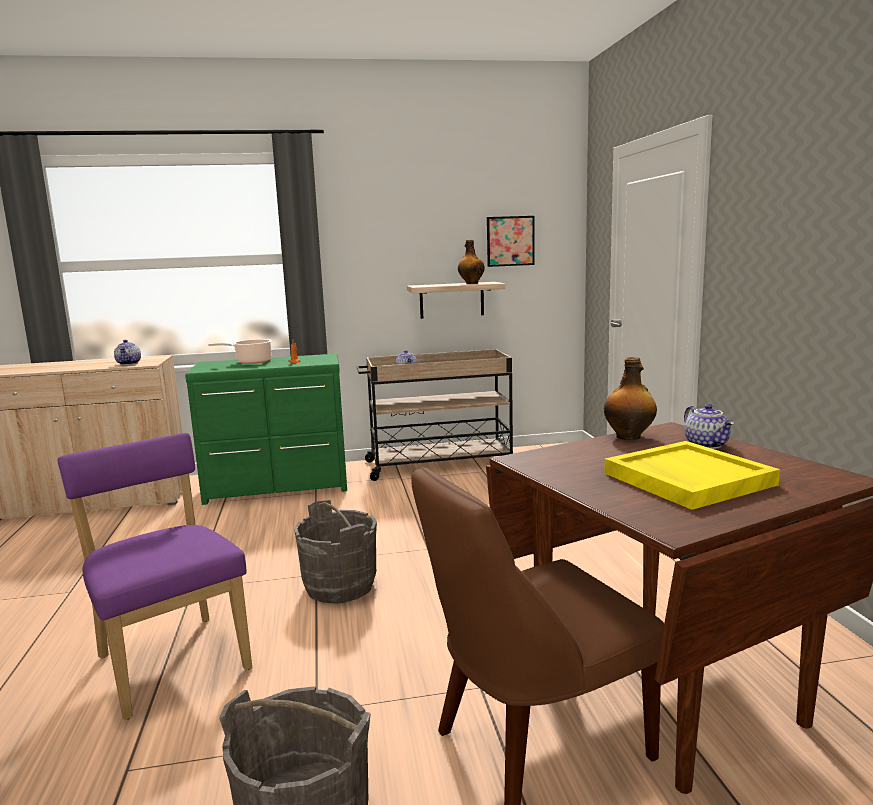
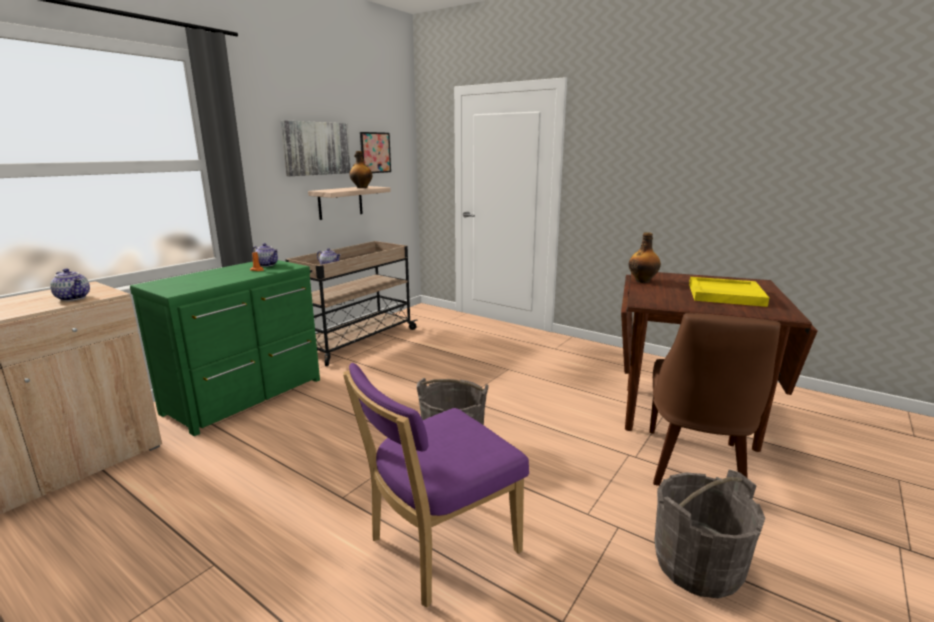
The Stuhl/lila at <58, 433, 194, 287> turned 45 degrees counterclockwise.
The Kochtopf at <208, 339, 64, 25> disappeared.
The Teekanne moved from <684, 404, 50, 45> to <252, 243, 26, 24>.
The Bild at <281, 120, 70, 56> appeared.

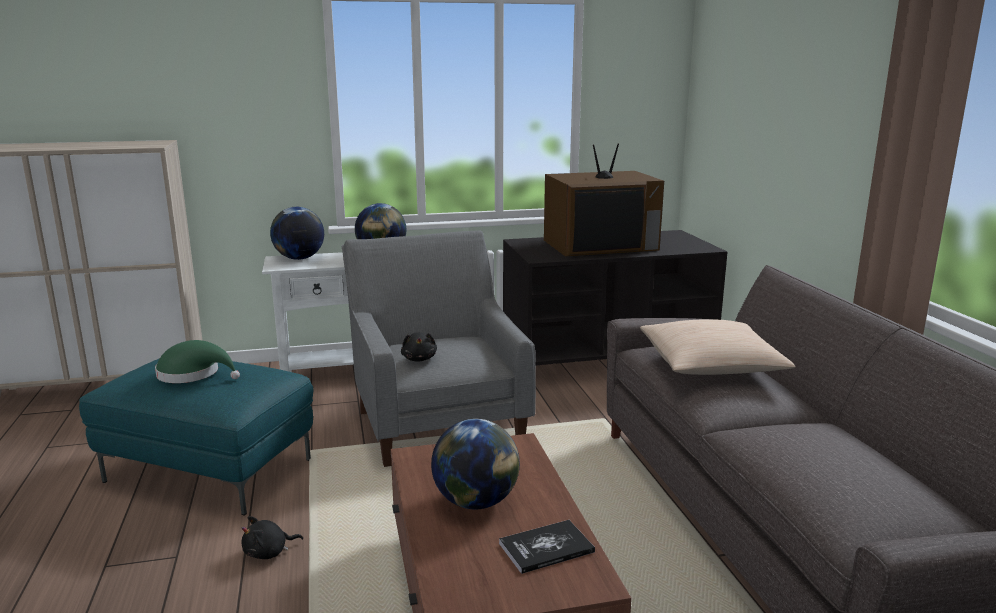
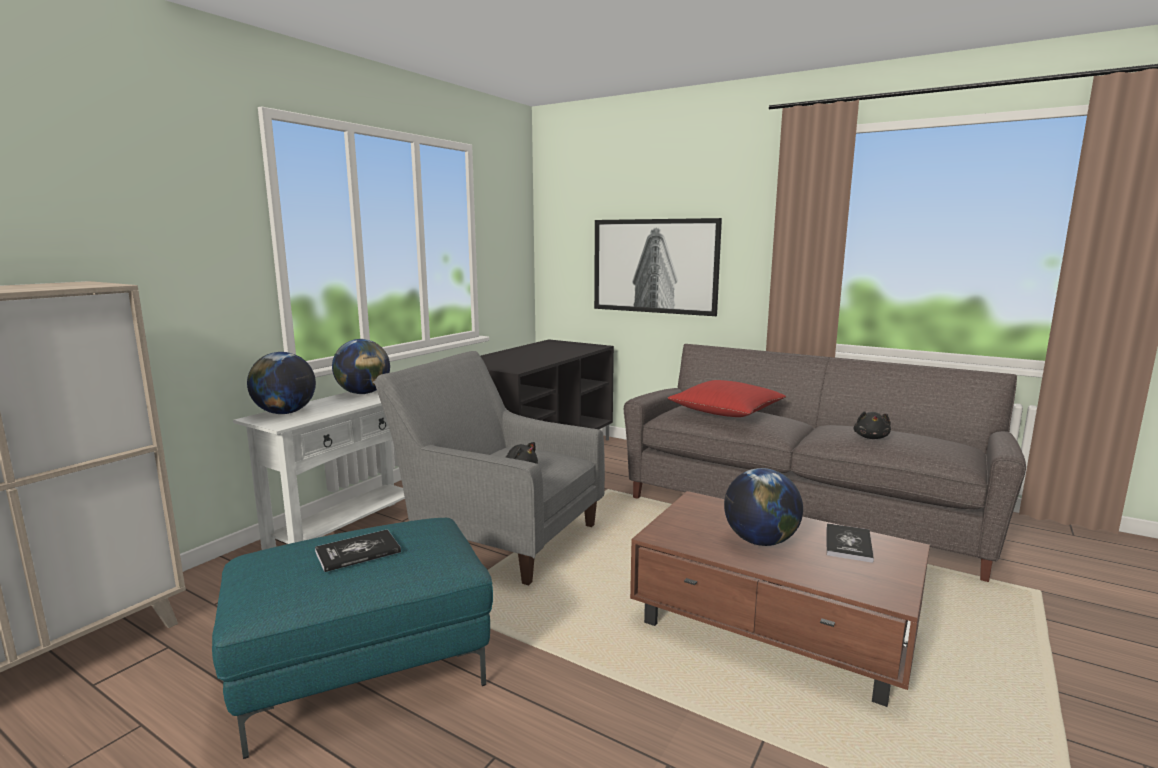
The Hut/grün at <155, 340, 85, 43> was replaced by the Buch at <315, 529, 86, 43>.
The Plüschtier/schwarz moved from <241, 516, 62, 43> to <854, 411, 37, 28>.
The Fernseher at <544, 144, 120, 112> disappeared.
The Kissen/beige at <640, 319, 155, 56> became the Kissen/rot at <668, 380, 118, 37>.
The Bild at <594, 218, 128, 98> appeared.

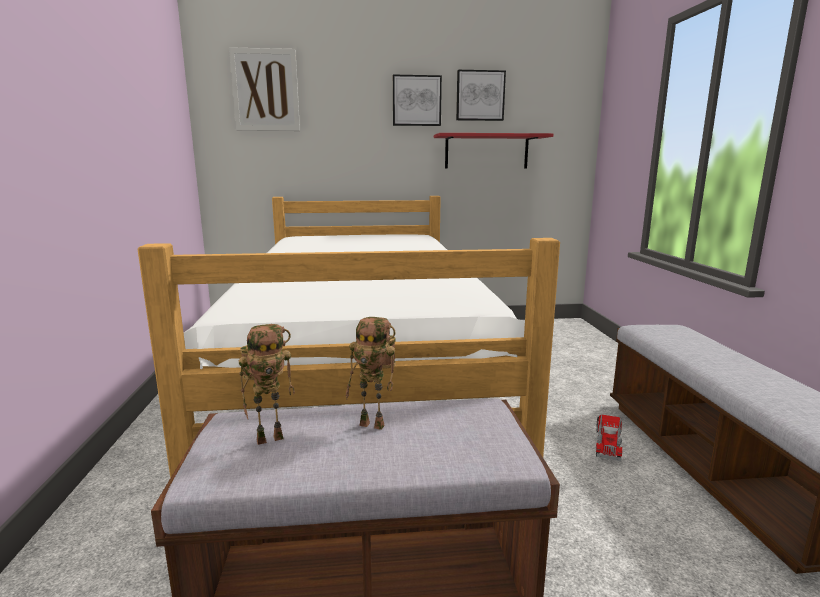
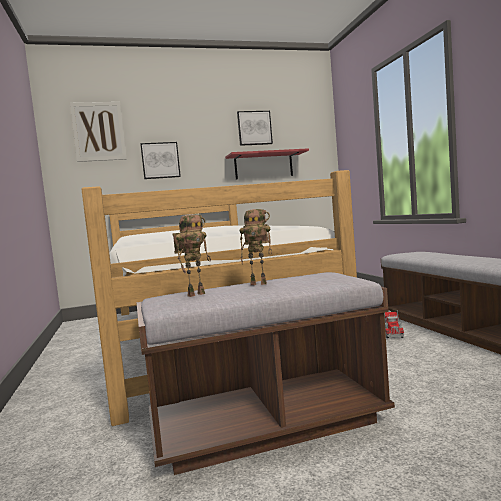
The Bild moved from <393, 75, 49, 51> to <140, 142, 41, 37>.

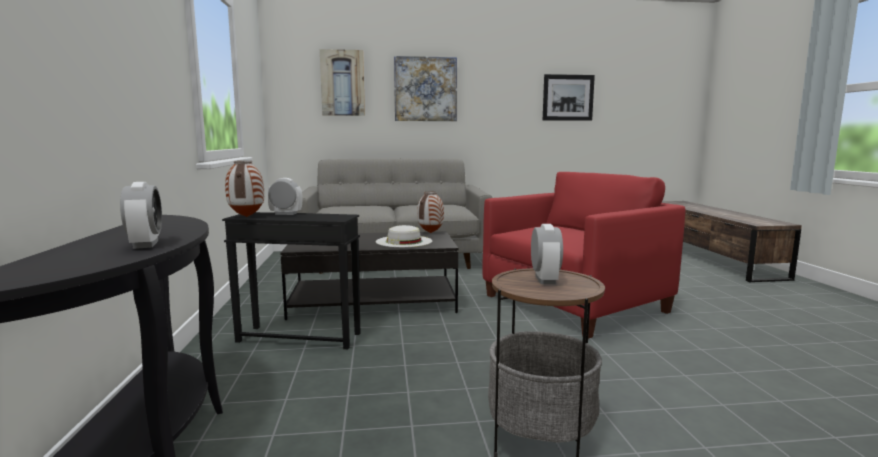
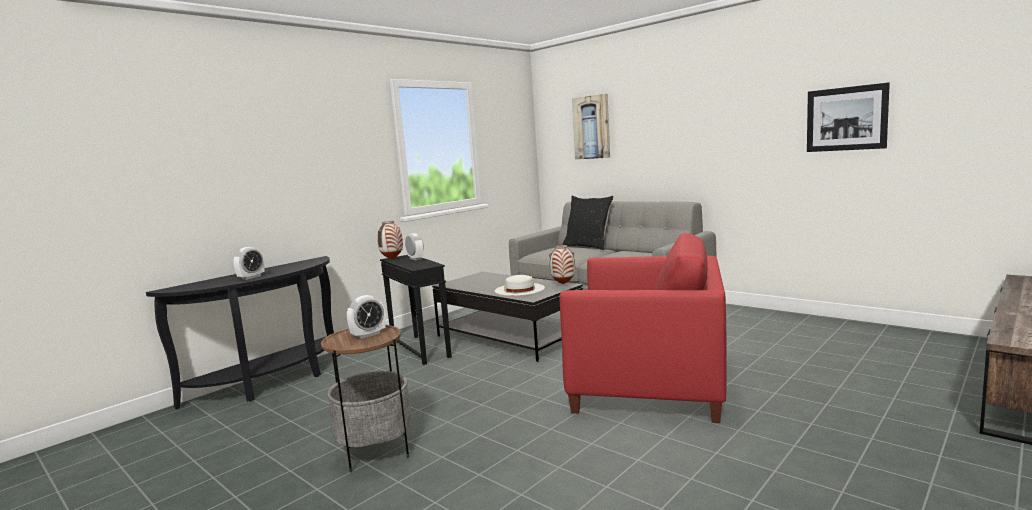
The Bild at <394, 56, 63, 65> disappeared.
The Kissen/schwarz at <563, 196, 51, 54> appeared.

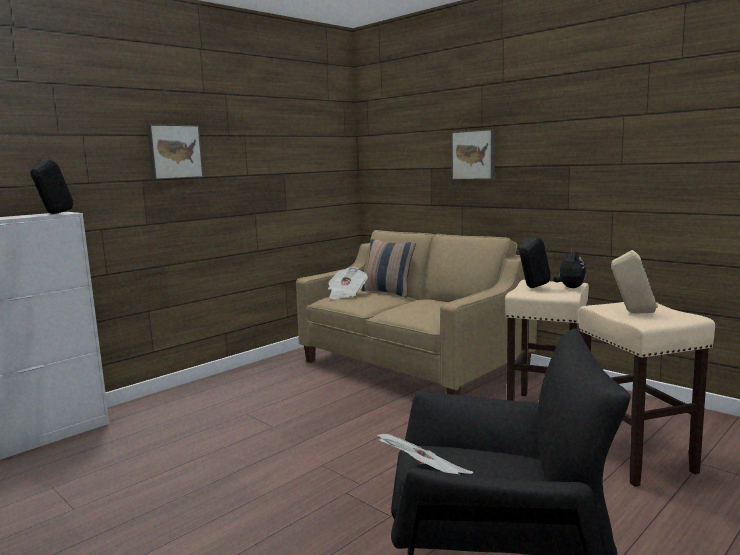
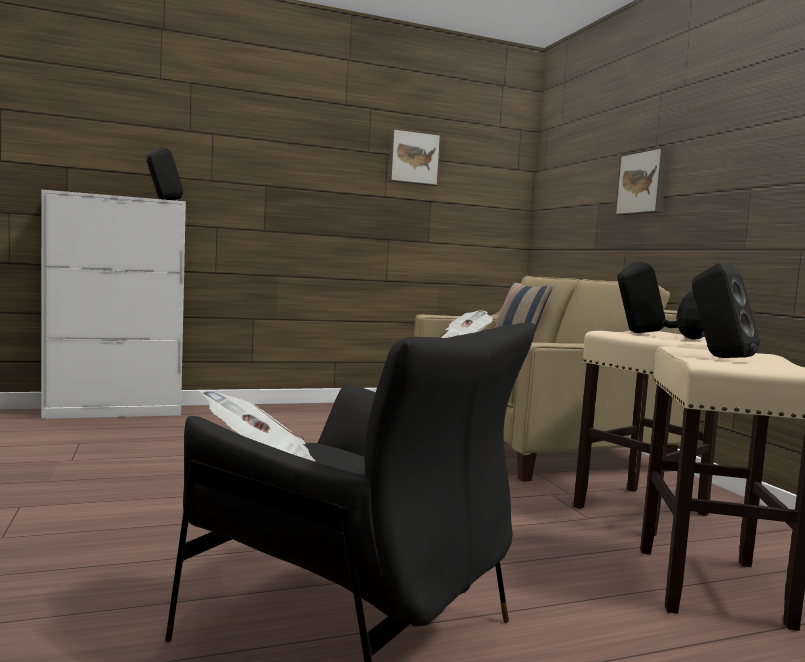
The Bild moved from <147, 124, 56, 55> to <389, 128, 52, 58>.
The Lautsprecher/beige at <611, 250, 47, 63> became the Lautsprecher/schwarz at <692, 263, 68, 95>.

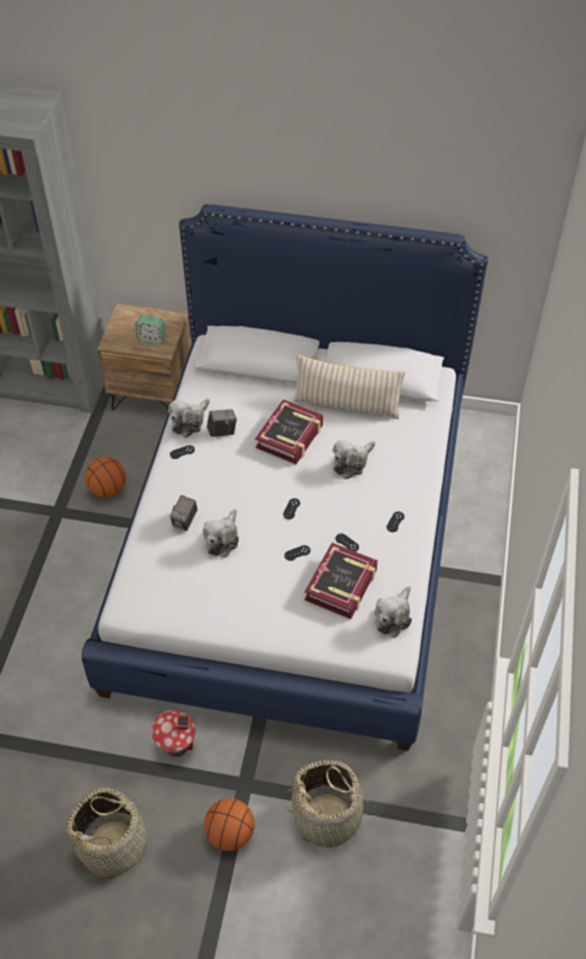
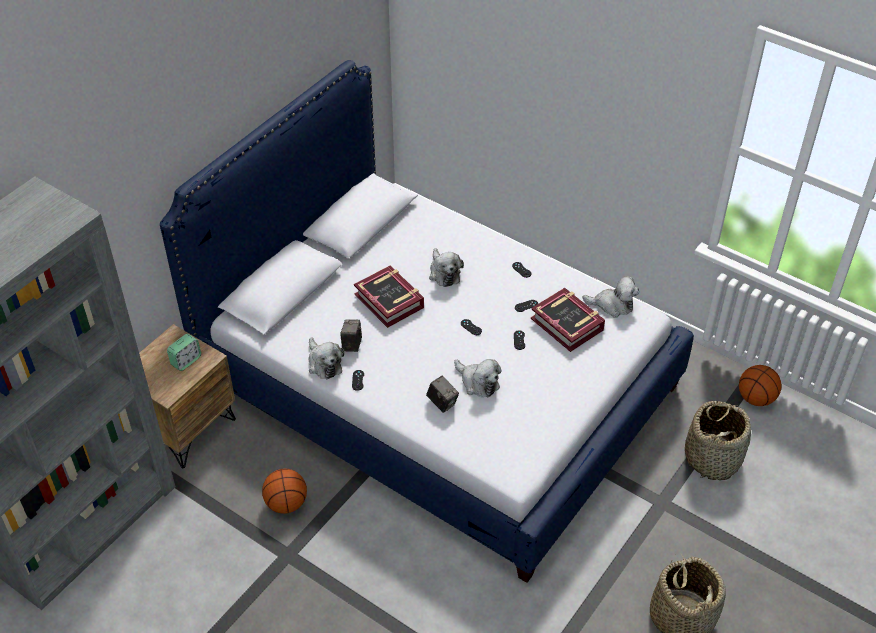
The Spielzeughaus at <151, 710, 45, 47> disappeared.
The Basketball moved from <204, 798, 51, 53> to <739, 365, 43, 41>.
The Kissen/beige at <293, 355, 112, 64> disappeared.
The Plüschtier at <374, 586, 38, 52> turned 45 degrees counterclockwise.

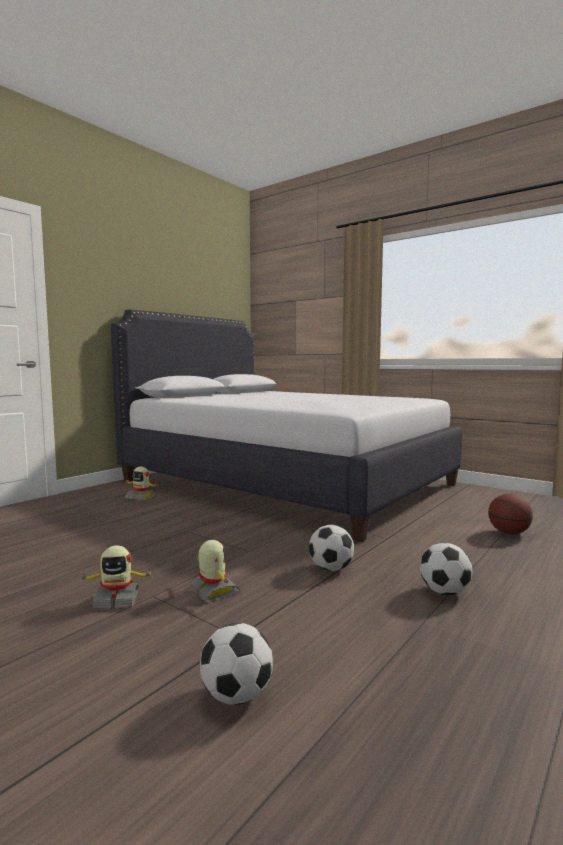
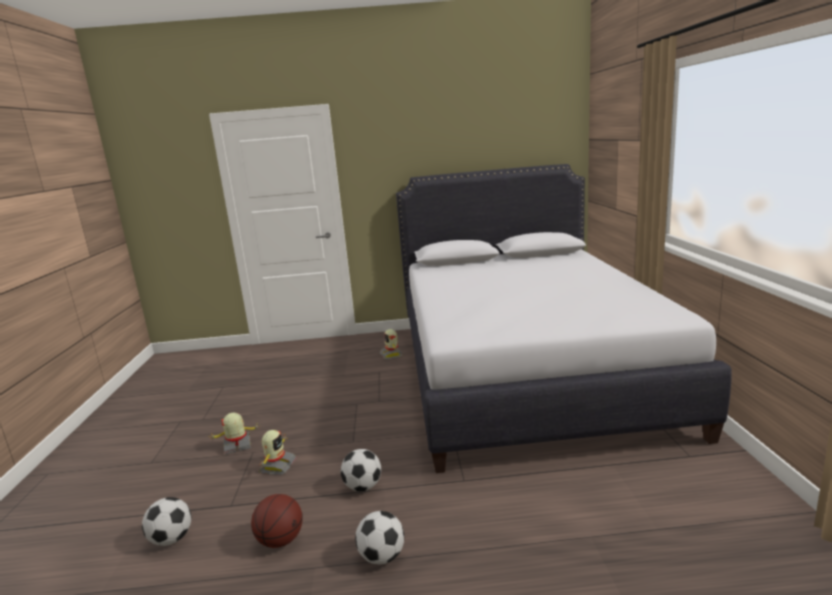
The Spielzeugroboter at <78, 546, 76, 63> turned 120 degrees clockwise.
The Basketball moved from <488, 494, 45, 41> to <251, 494, 52, 54>.

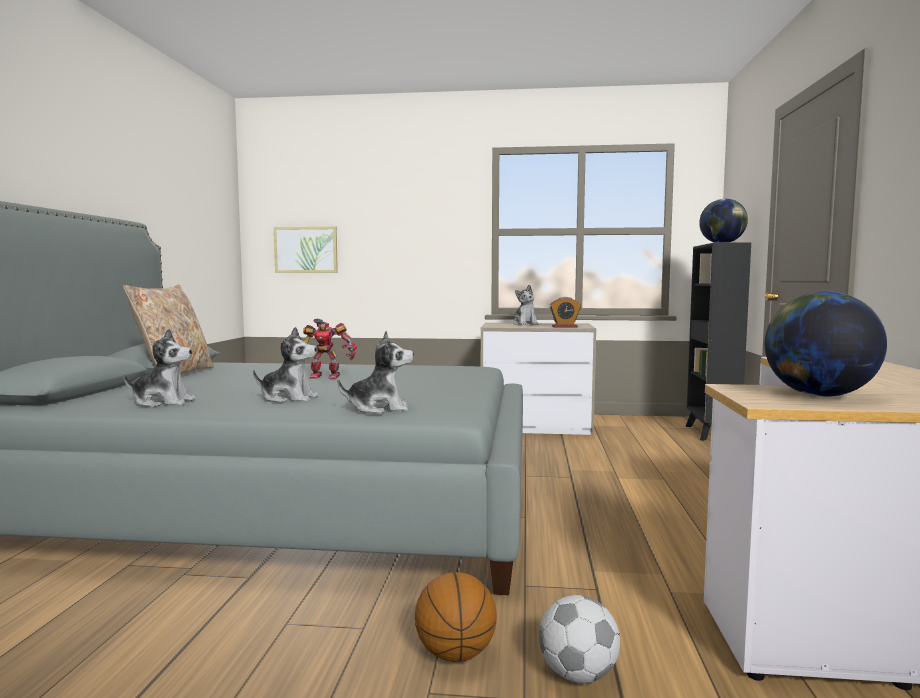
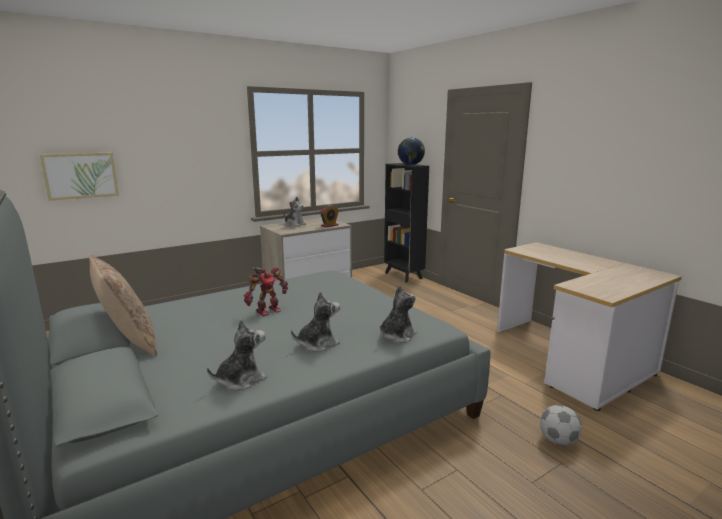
The Basketball at <415, 572, 82, 90> disappeared.
The Globus at <765, 291, 122, 106> disappeared.

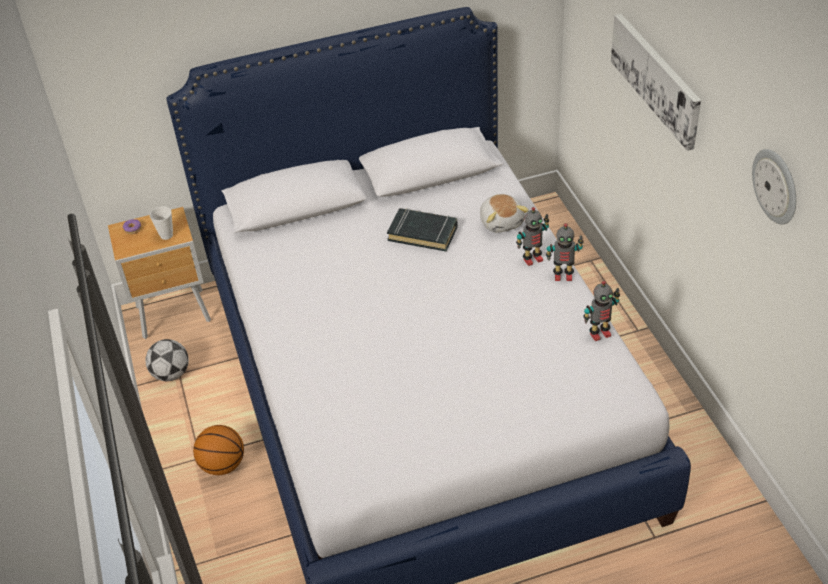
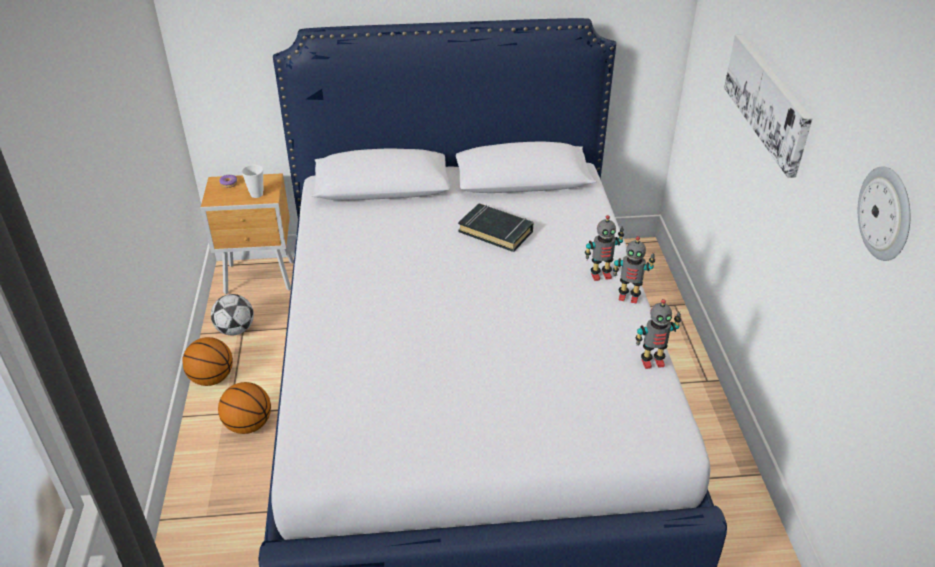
The Plüschtier at <480, 194, 49, 39> disappeared.
The Basketball at <182, 337, 51, 49> appeared.

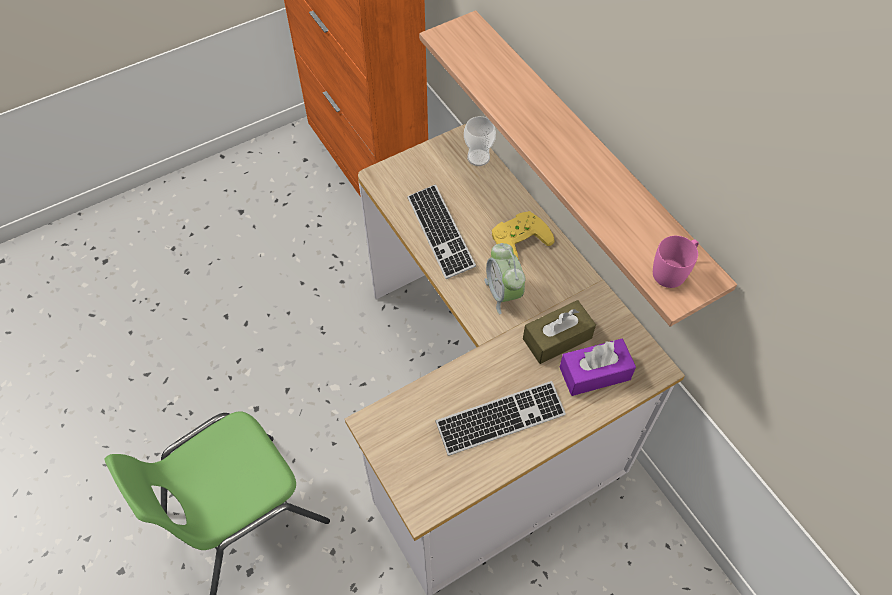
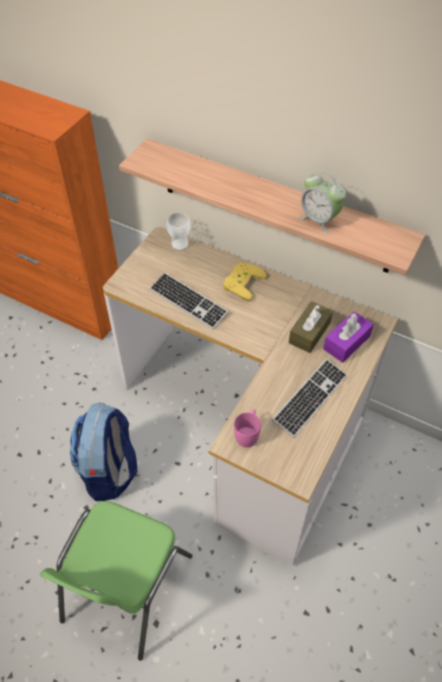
The Wecker moved from <484, 243, 41, 71> to <299, 172, 47, 62>.
The Henkelbecher/rosa moved from <653, 236, 46, 52> to <234, 409, 27, 38>.
The Rucksack at <70, 403, 67, 98> appeared.

